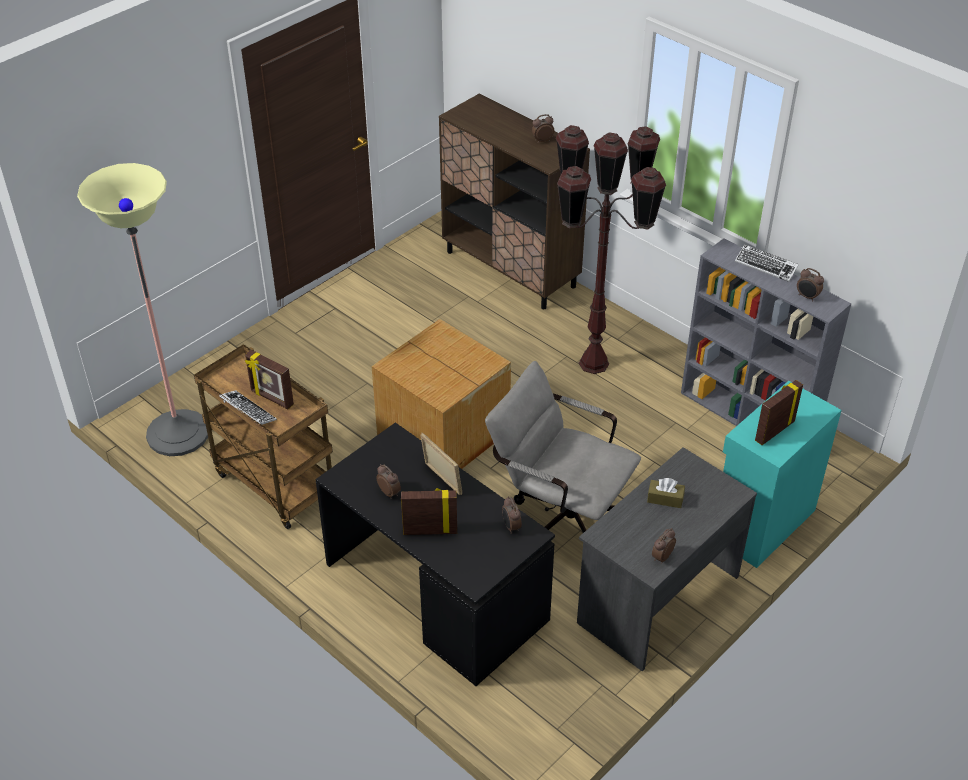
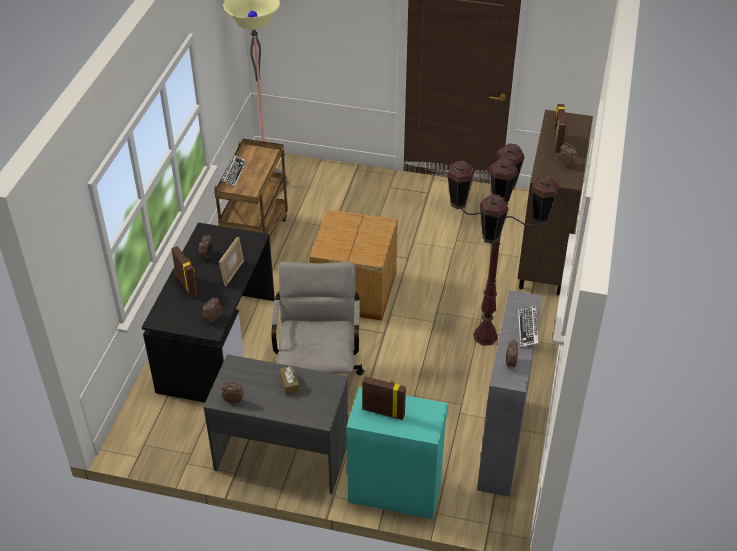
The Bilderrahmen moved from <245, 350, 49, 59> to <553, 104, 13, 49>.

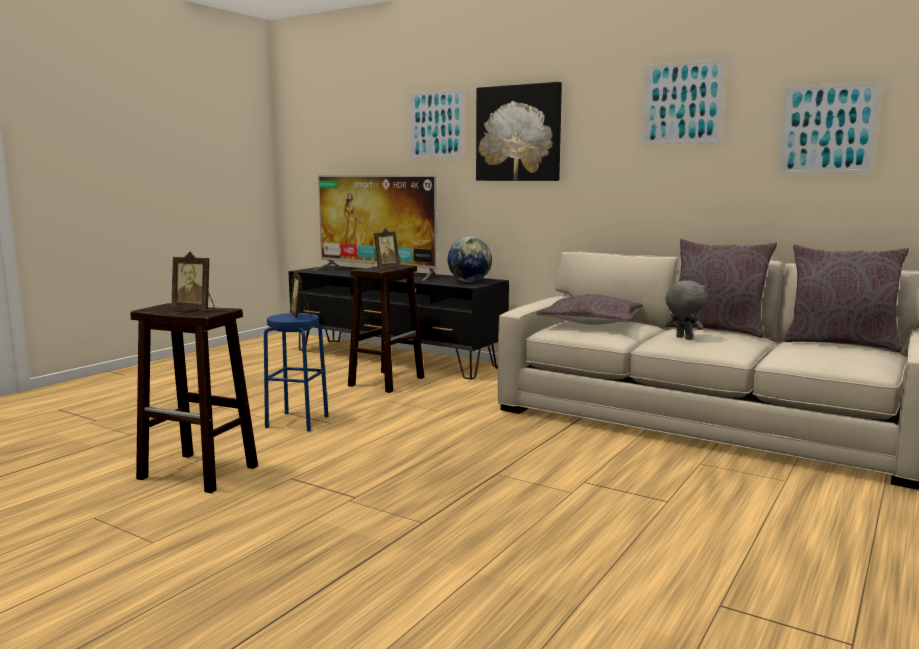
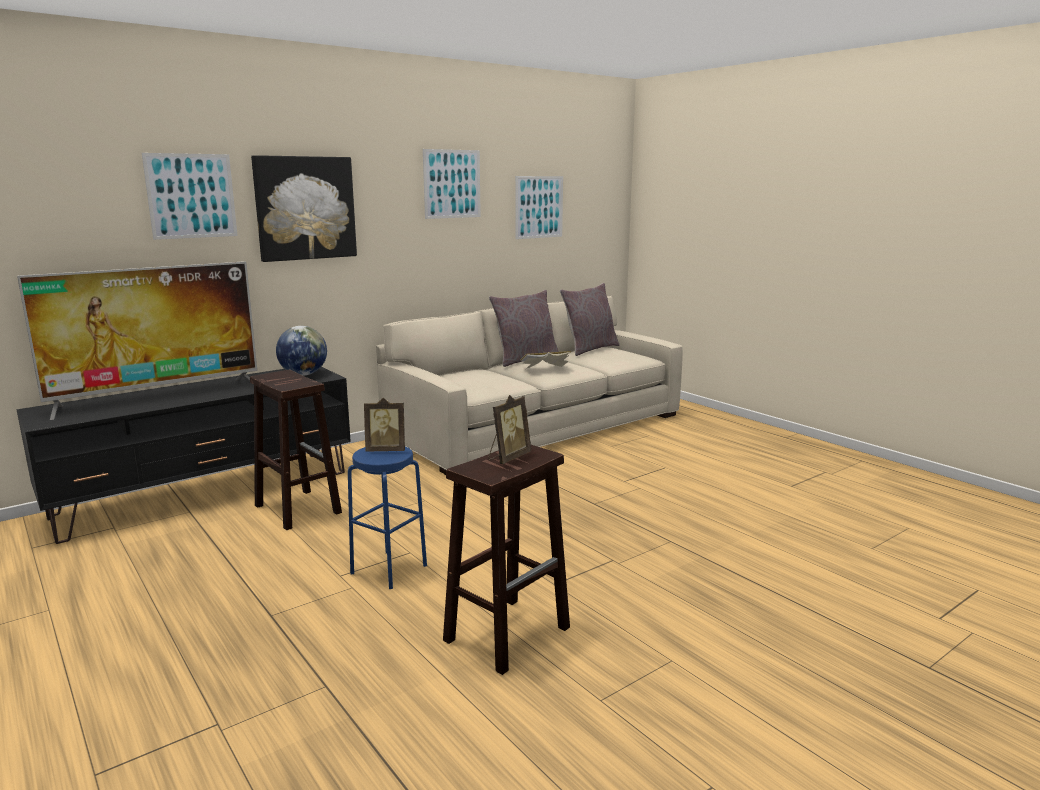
The Bilderrahmen at <372, 229, 28, 40> disappeared.
The Kissen/grau at <536, 294, 107, 31> disappeared.
The Plüschtier/grau at <665, 280, 42, 60> was replaced by the Buch at <521, 351, 50, 18>.

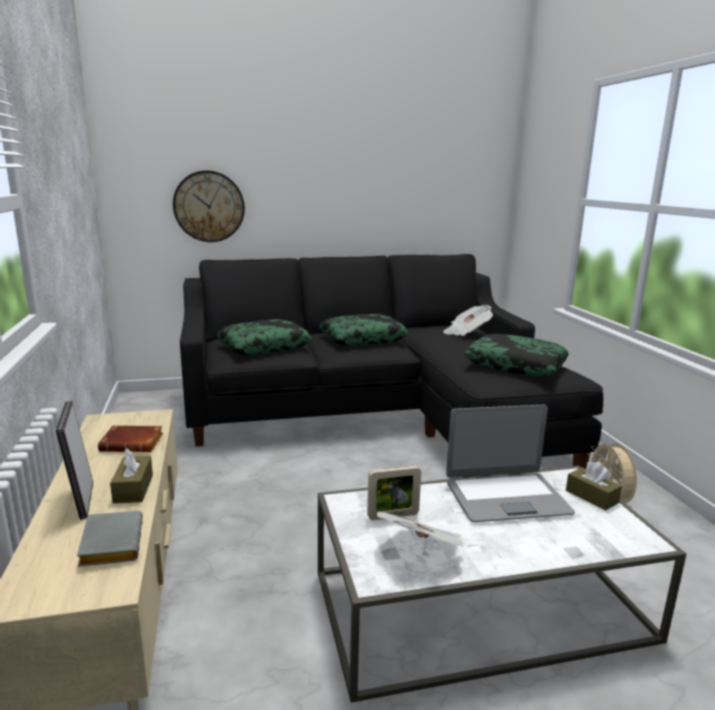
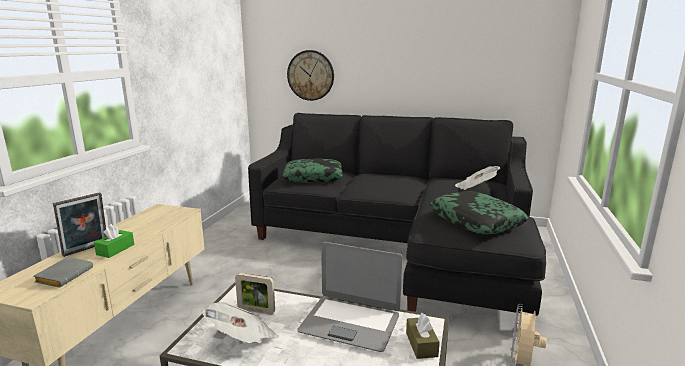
The Bilderrahmen at <56, 401, 37, 119> turned 150 degrees counterclockwise.
The Buch/braun at <98, 425, 65, 27> disappeared.
The Taschentuchbox/braun at <110, 448, 43, 56> became the Taschentuchbox/grün at <94, 224, 40, 34>.
The Kissen at <319, 314, 90, 32> disappeared.

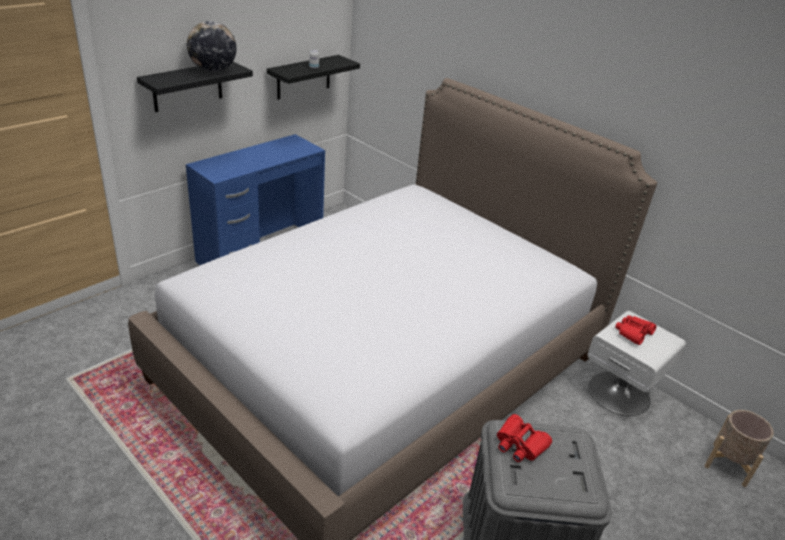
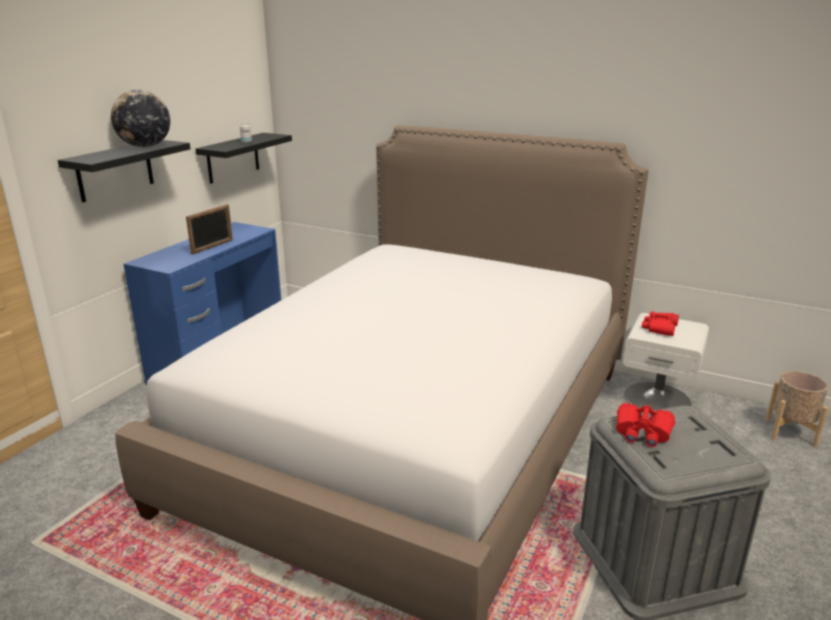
The Bilderrahmen at <186, 204, 47, 51> appeared.

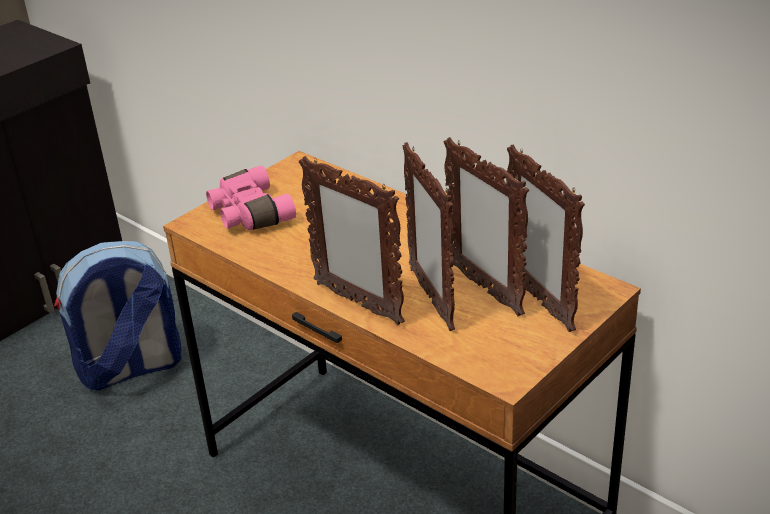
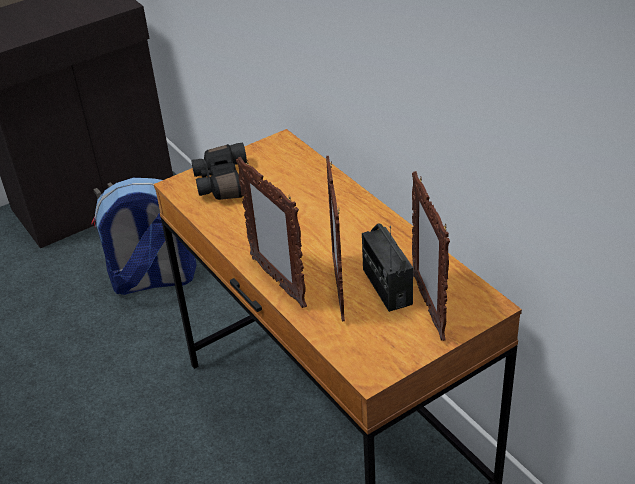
The Fernglas/rosa at <206, 165, 90, 65> became the Fernglas/schwarz at <191, 142, 56, 58>.
The Bilderrahmen at <444, 137, 85, 179> was replaced by the Radio at <362, 223, 51, 89>.

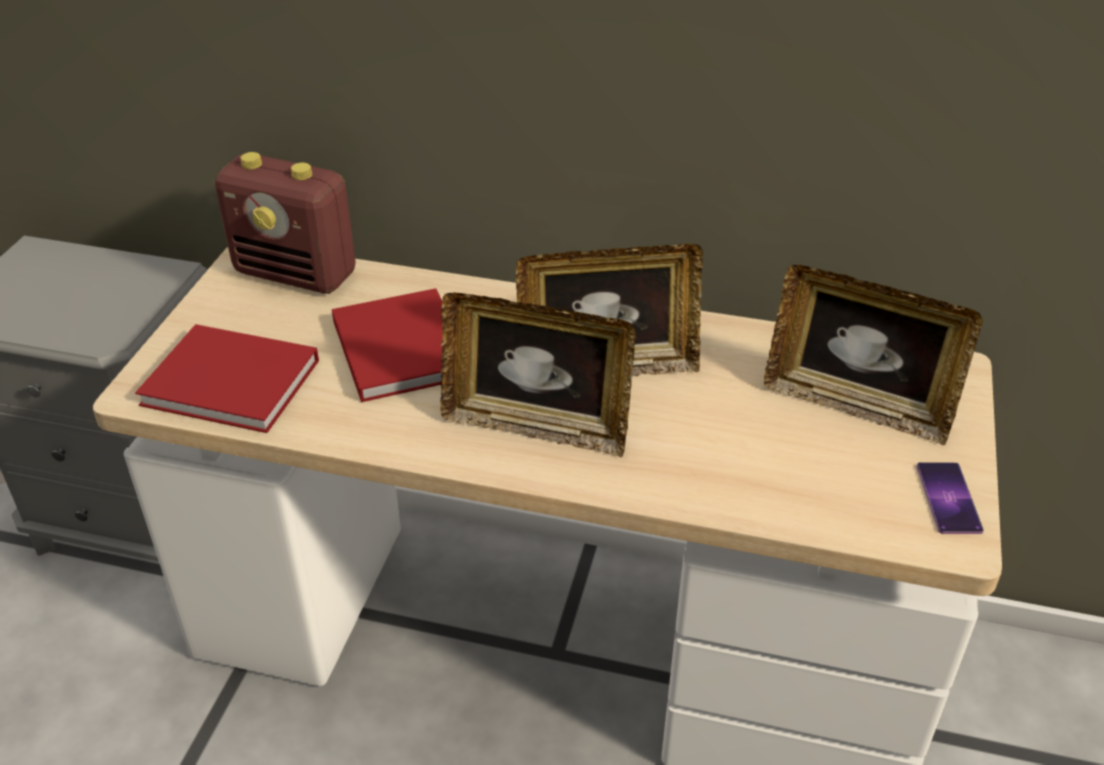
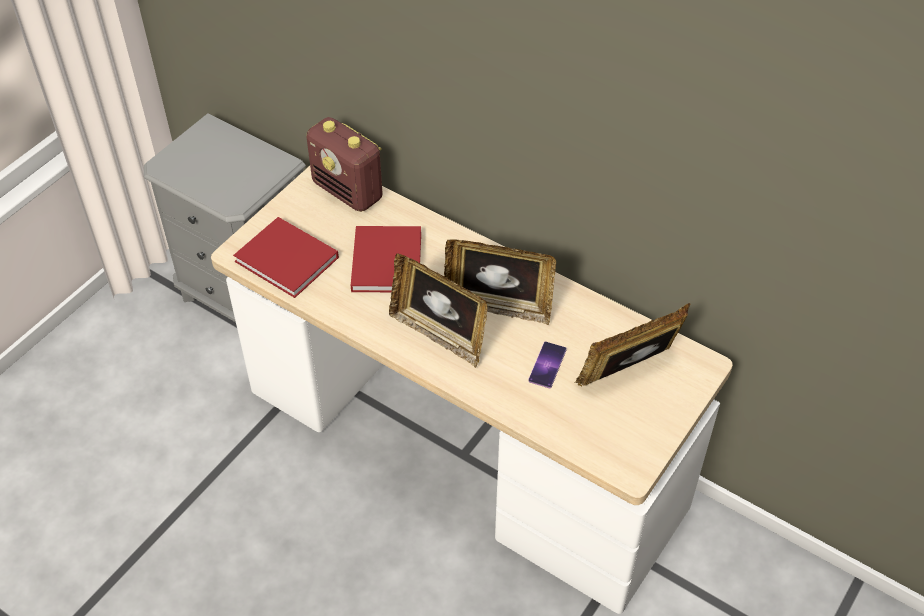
The Bilderrahmen at <764, 265, 219, 180> turned 105 degrees clockwise.
The Handy moved from <917, 462, 67, 72> to <528, 342, 39, 46>.

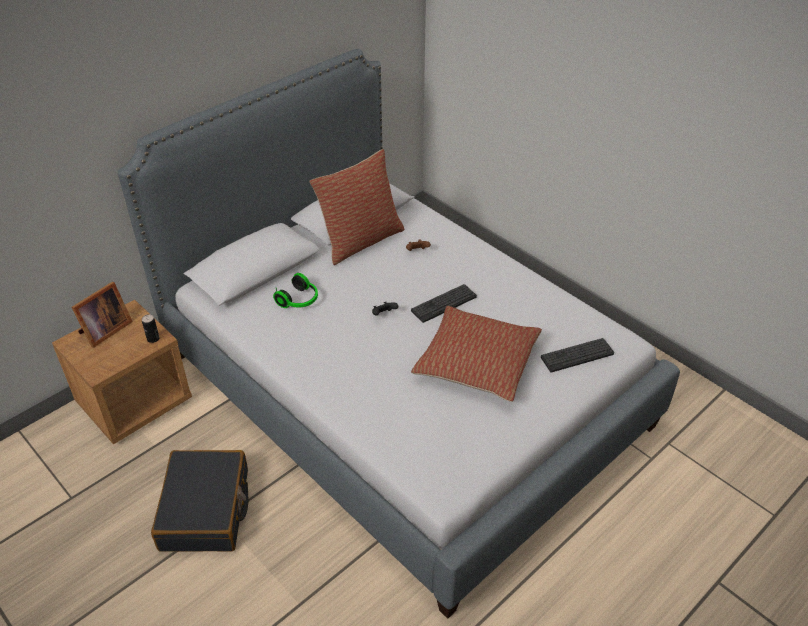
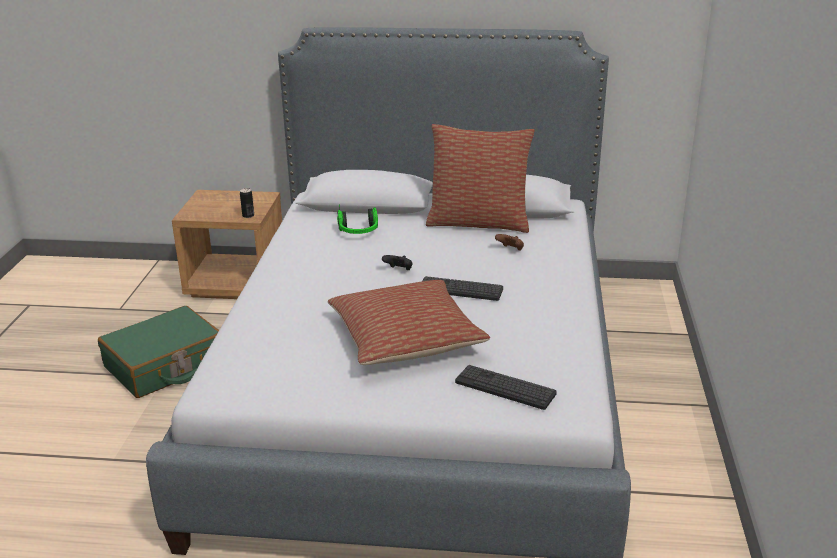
The Bilderrahmen at <71, 282, 62, 66> disappeared.
The Koffer/schwarz at <151, 450, 98, 102> became the Koffer/grün at <98, 306, 121, 92>.

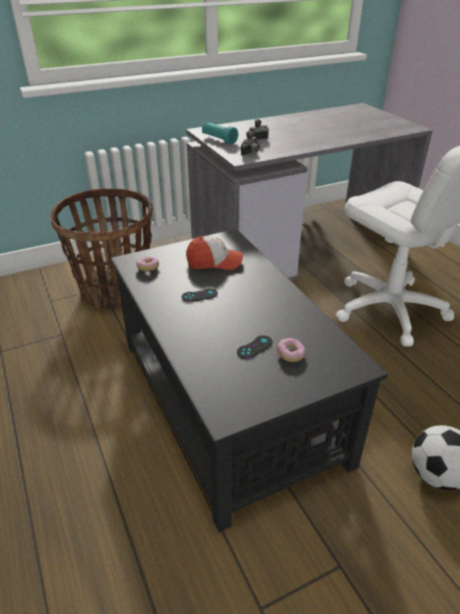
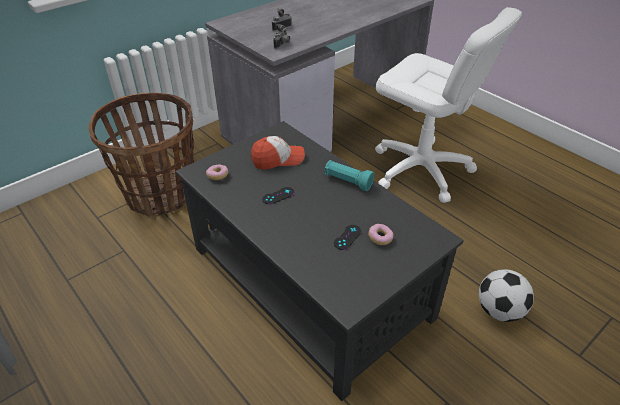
The Taschenlampe/türkis moved from <202, 122, 36, 23> to <325, 160, 49, 31>.

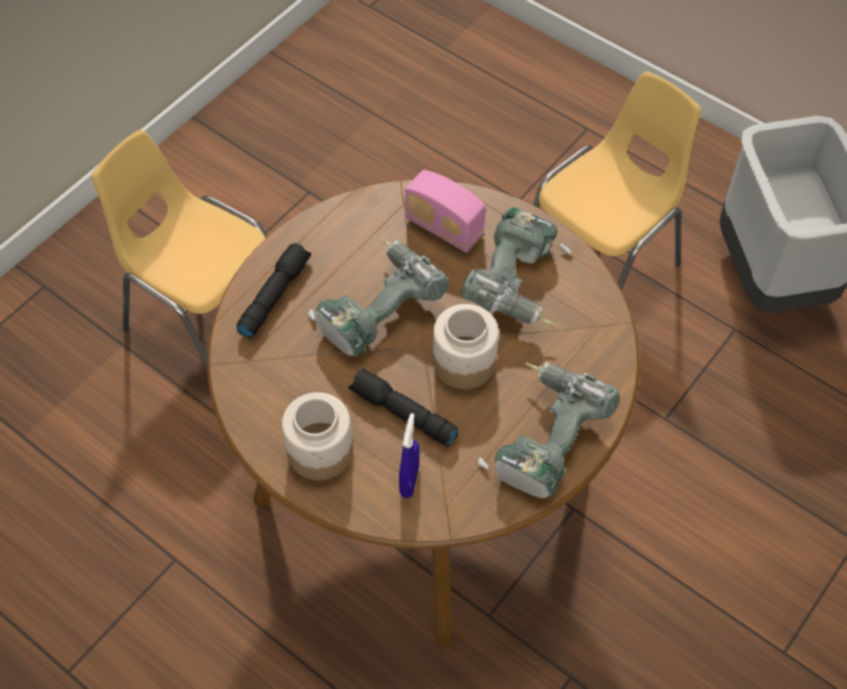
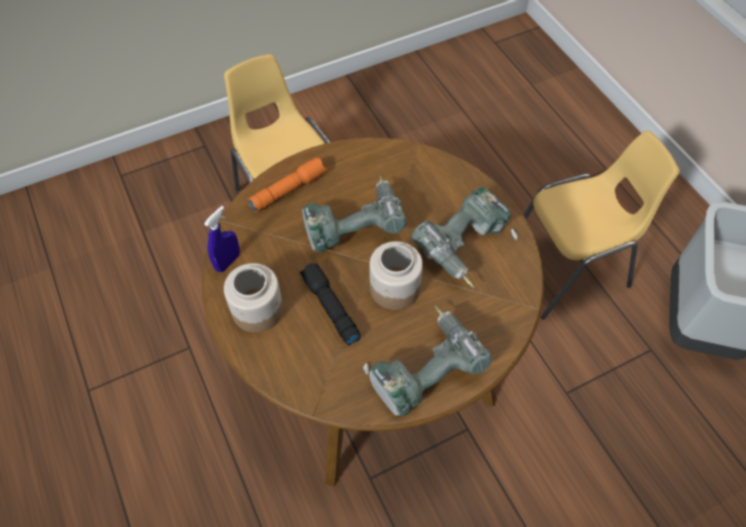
The Taschenlampe/schwarz at <236, 243, 75, 95> became the Taschenlampe/orange at <248, 158, 79, 54>.
The Sprühflasche/blau moved from <399, 413, 21, 85> to <204, 206, 36, 66>.
The Radio at <405, 170, 81, 83> disappeared.

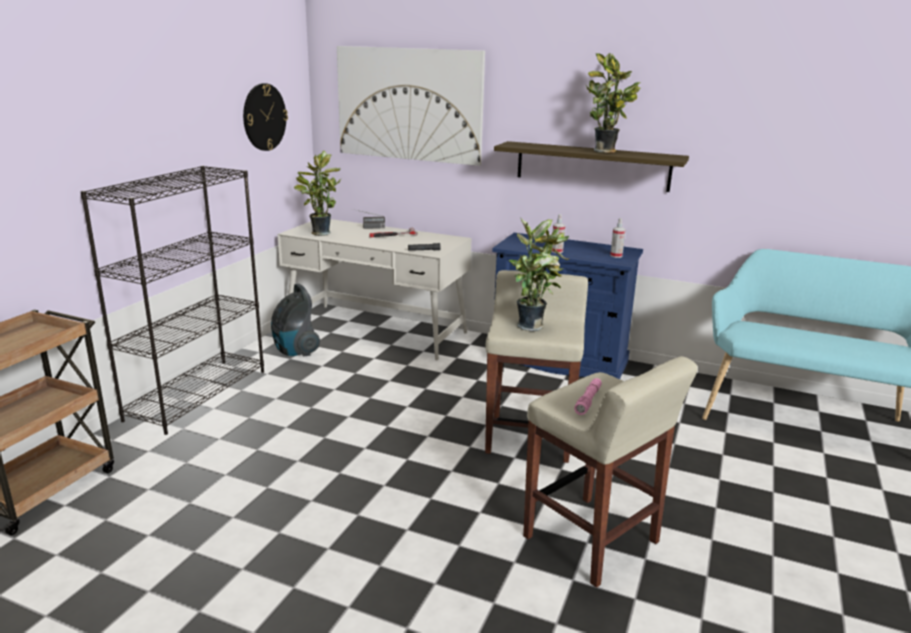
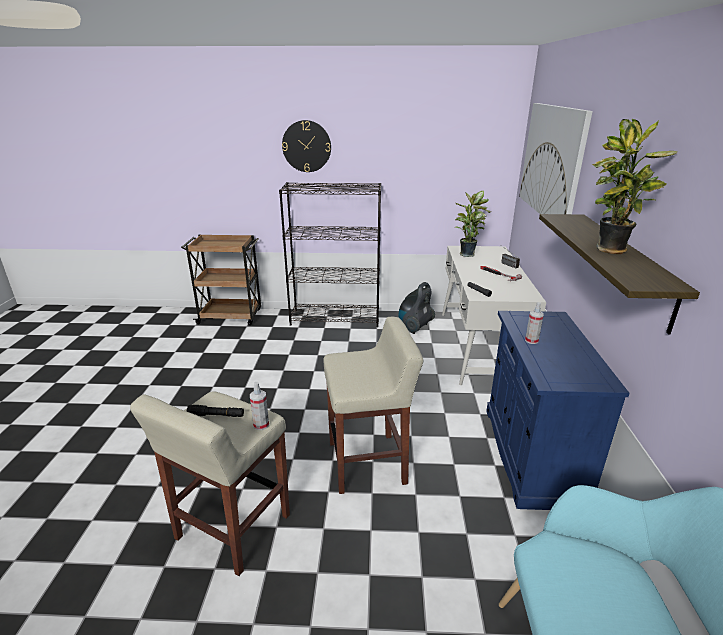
The Wanduhr moved from <243, 83, 45, 68> to <282, 120, 49, 52>.
The Topfpflanze at <509, 219, 60, 112> disappeared.
The Taschenlampe/rosa at <574, 378, 28, 37> became the Taschenlampe/schwarz at <187, 405, 57, 12>.
The Sprühflasche moved from <610, 218, 16, 40> to <250, 382, 19, 48>.

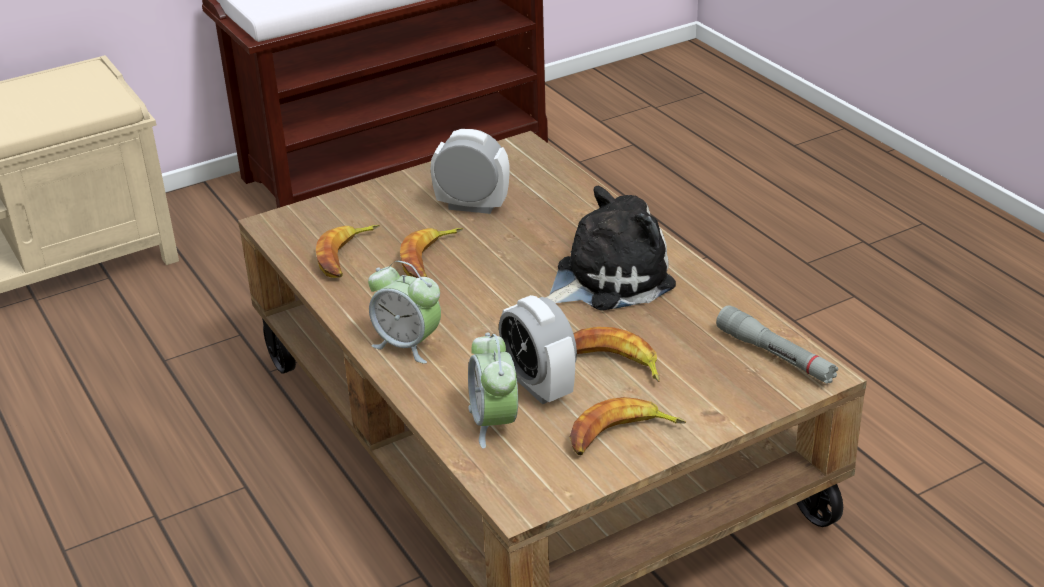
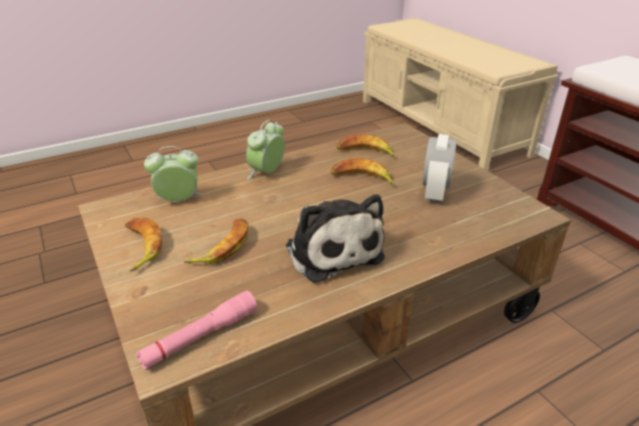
The Wecker at <499, 295, 78, 109> disappeared.
The Taschenlampe/grau at <716, 305, 122, 79> became the Taschenlampe/rosa at <136, 291, 121, 78>.

